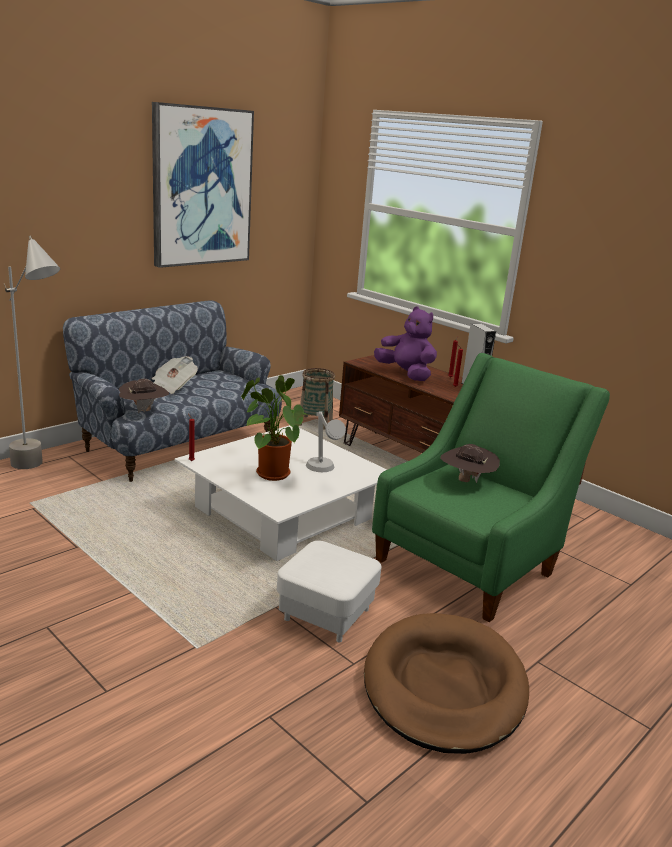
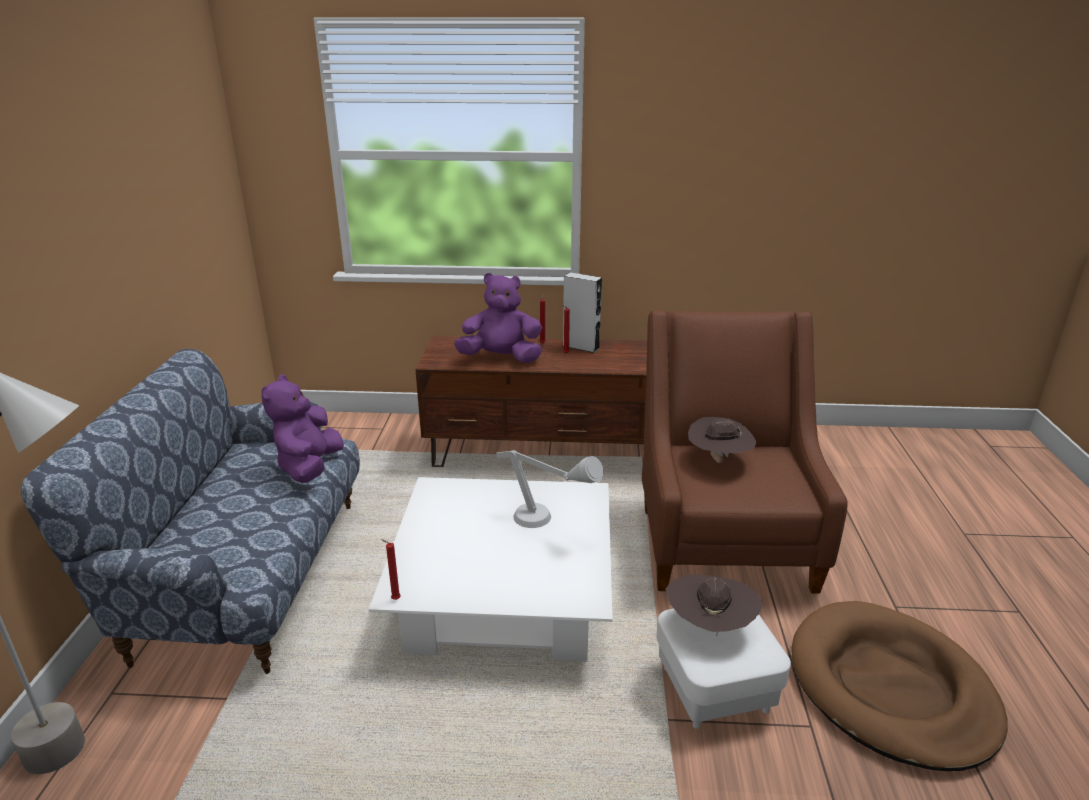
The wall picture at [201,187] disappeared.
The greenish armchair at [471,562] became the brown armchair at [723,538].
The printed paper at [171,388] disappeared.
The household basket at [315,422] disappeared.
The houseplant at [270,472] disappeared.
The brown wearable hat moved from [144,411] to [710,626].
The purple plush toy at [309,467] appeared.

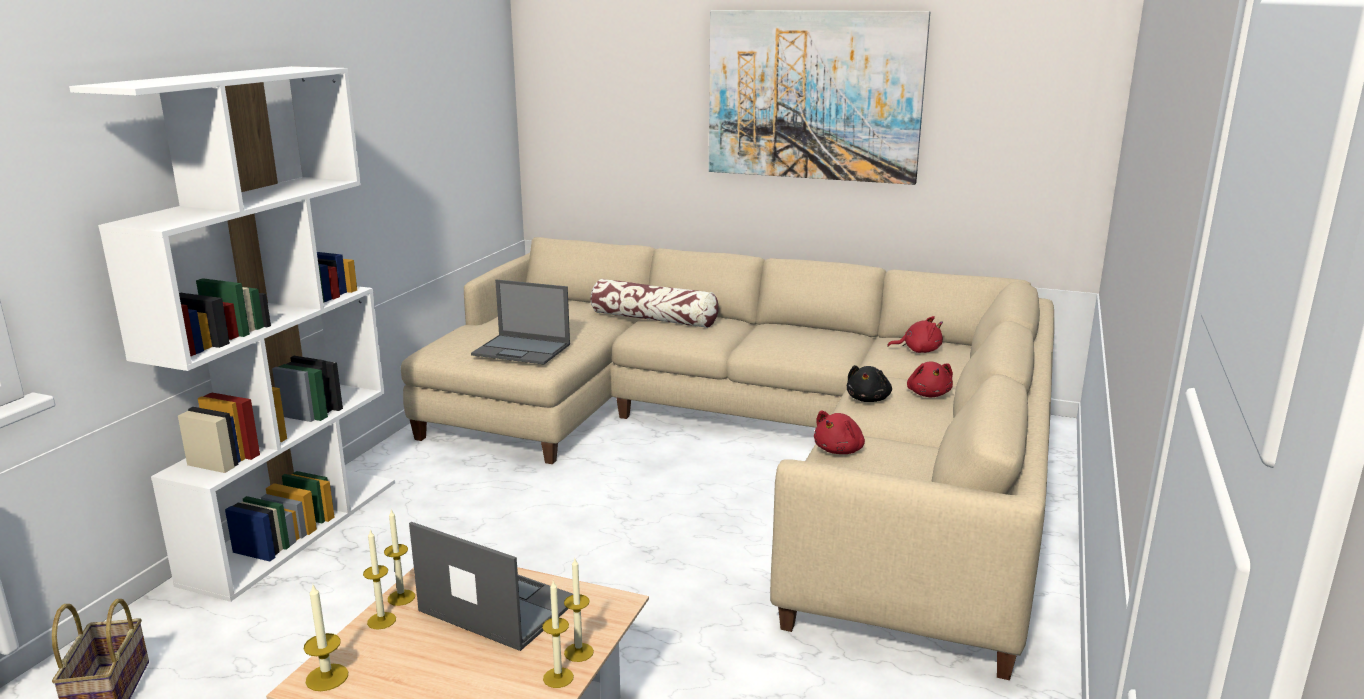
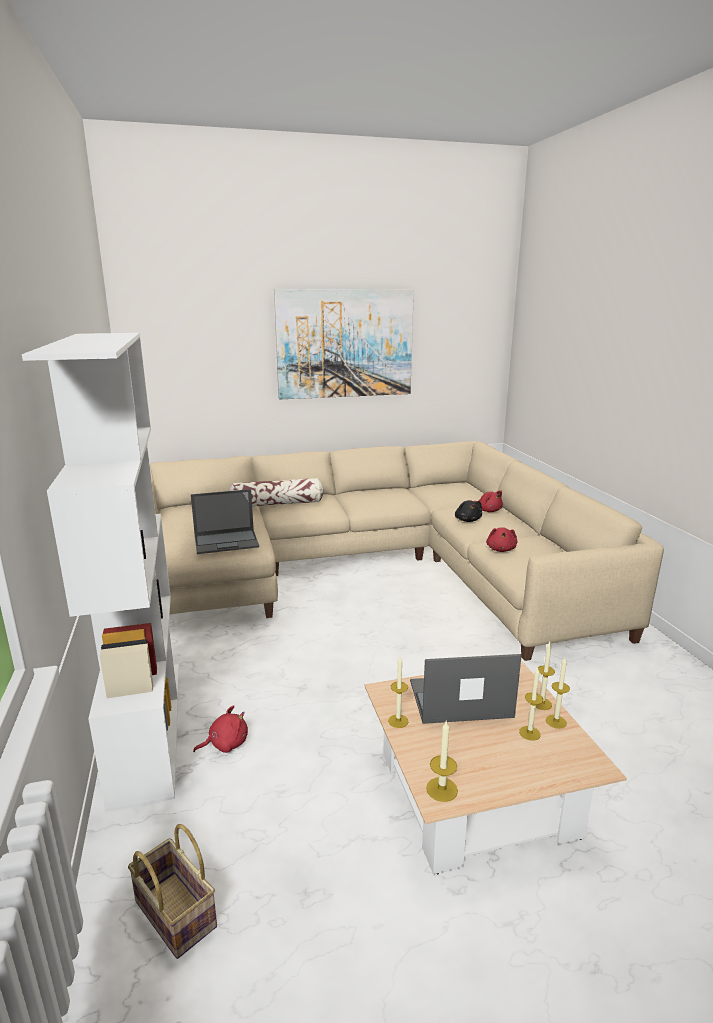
The red-coloured plush toy moved from [918,350] to [225,744].
The wax candle moved from [381,620] to [529,733].

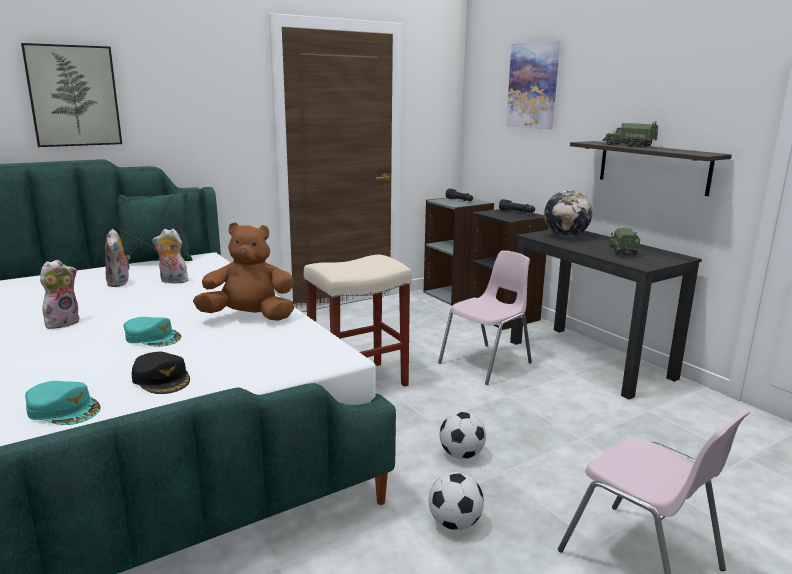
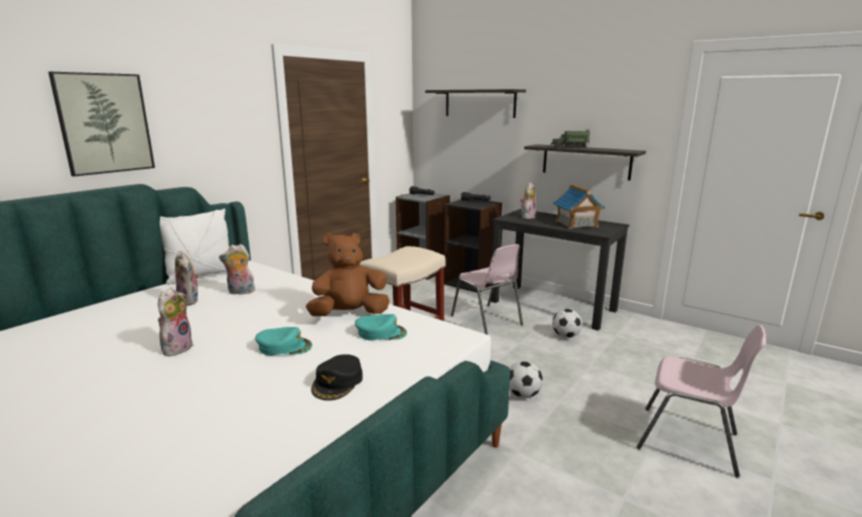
The wall picture at [533,85] was replaced by the shelf at [479,103].
The world globe at [565,236] was replaced by the plush toy at [527,217].
The greenish pillow at [155,261] became the white-coloured pillow at [201,275].
The toy truck at [622,251] was replaced by the toy house at [576,224].
The pink plain chair at [487,363] turned 120 degrees clockwise.
The black-coloured cap at [162,379] turned 75 degrees clockwise.
The turquoise cap moved from [64,409] to [381,332].
The football moved from [455,523] to [566,336].

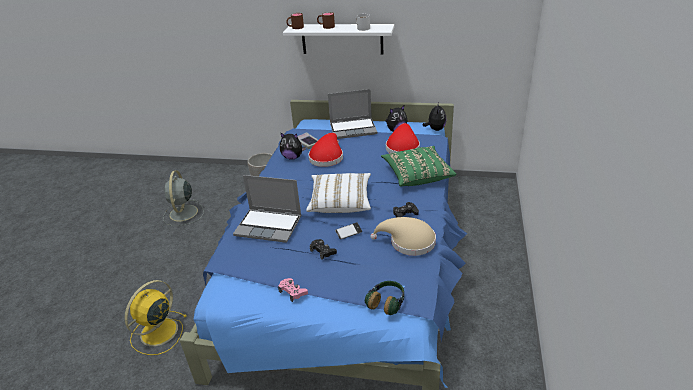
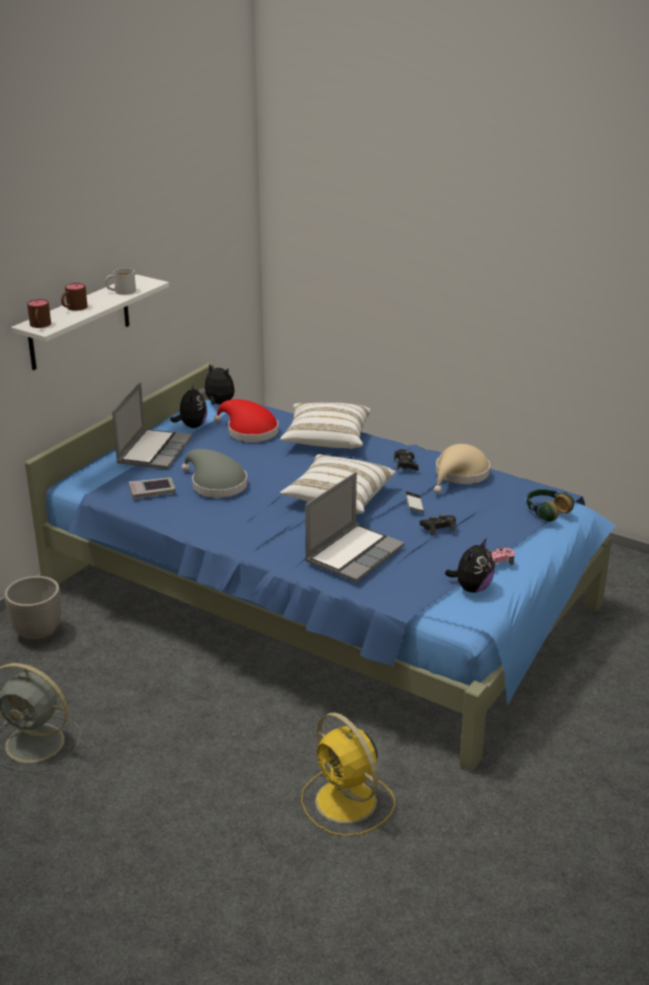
The plush toy moved from [292,157] to [471,588].
The red-coloured wearable hat at [327,157] became the grey wearable hat at [215,484].
The greenish pillow at [417,175] became the white-coloured pillow at [326,439].

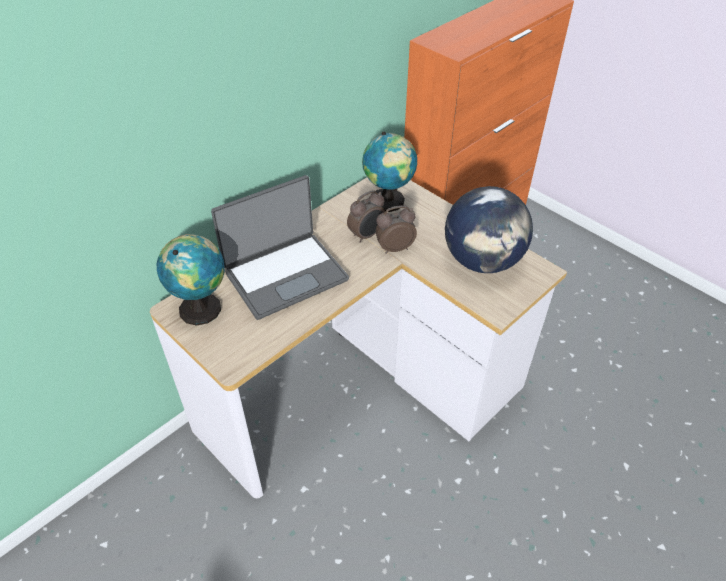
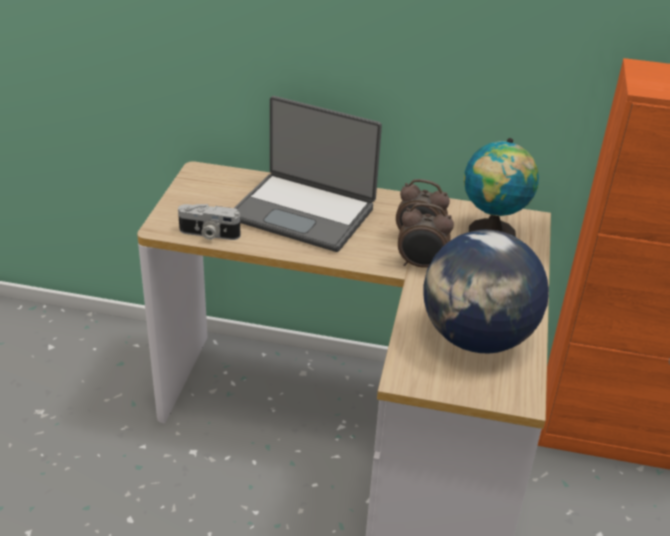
The table clock at [394,248] turned 150 degrees clockwise.
The world globe at [202,307] disappeared.
The photo camera at [208,234] appeared.

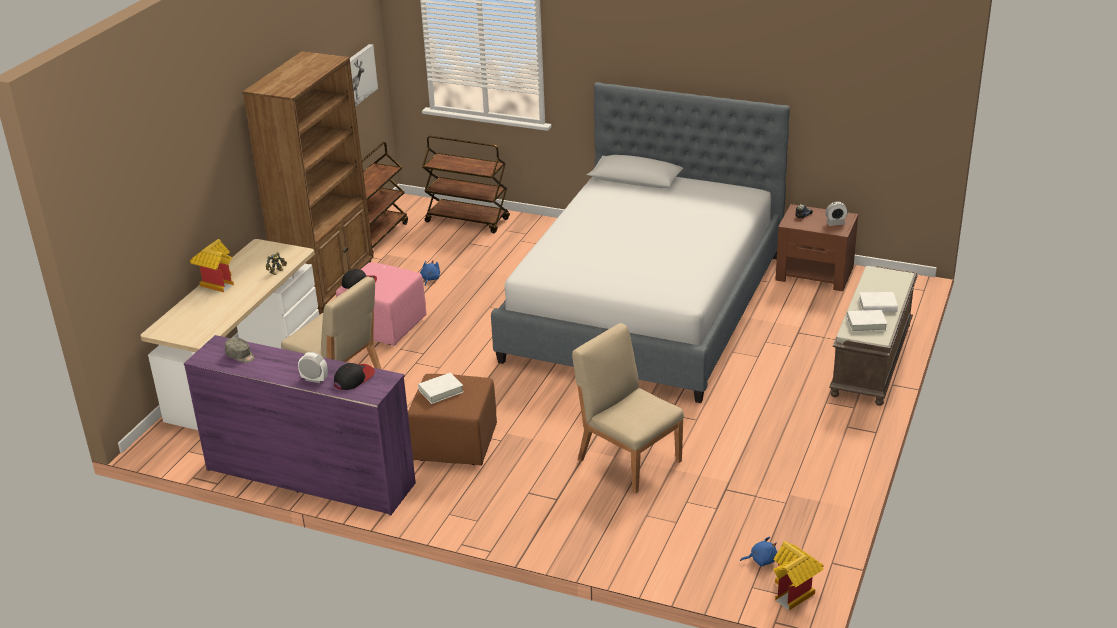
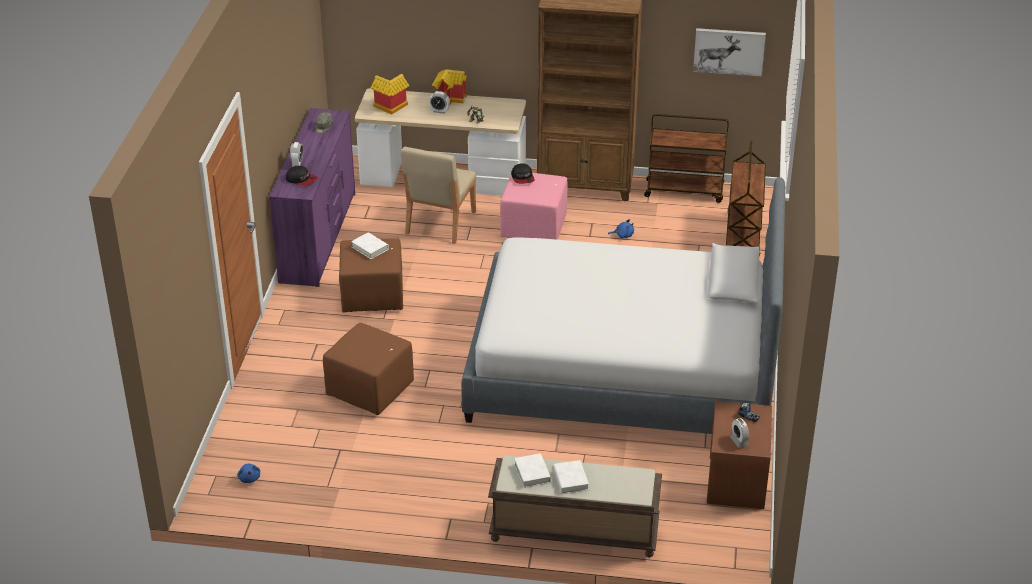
The beige plain chair at [628,459] was replaced by the brown footrest at [371,390].
The toy house moved from [795,593] to [390,107].
The table clock at [439,111] appeared.

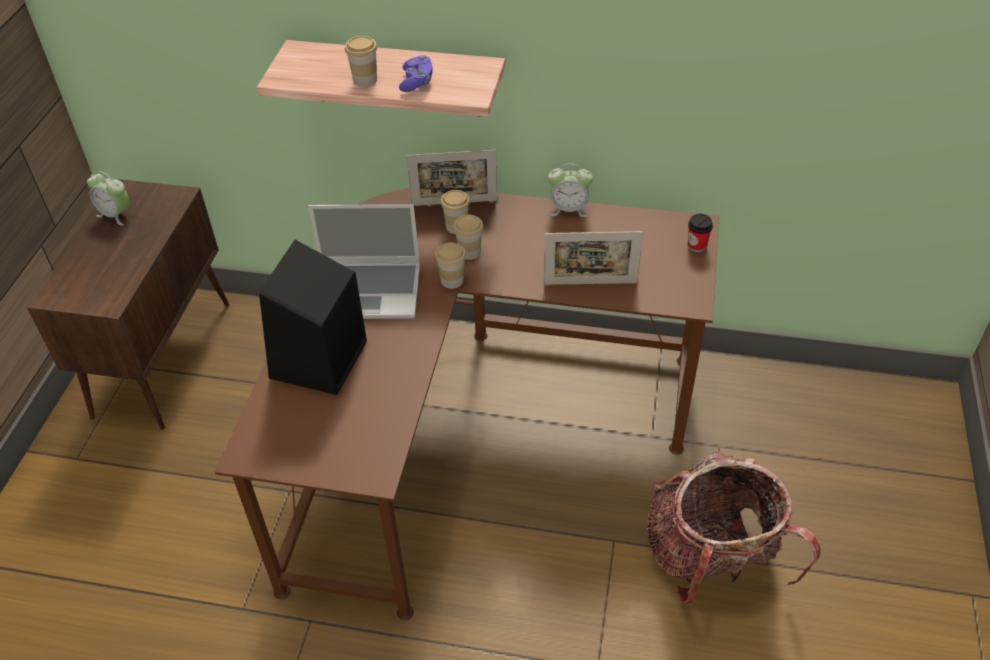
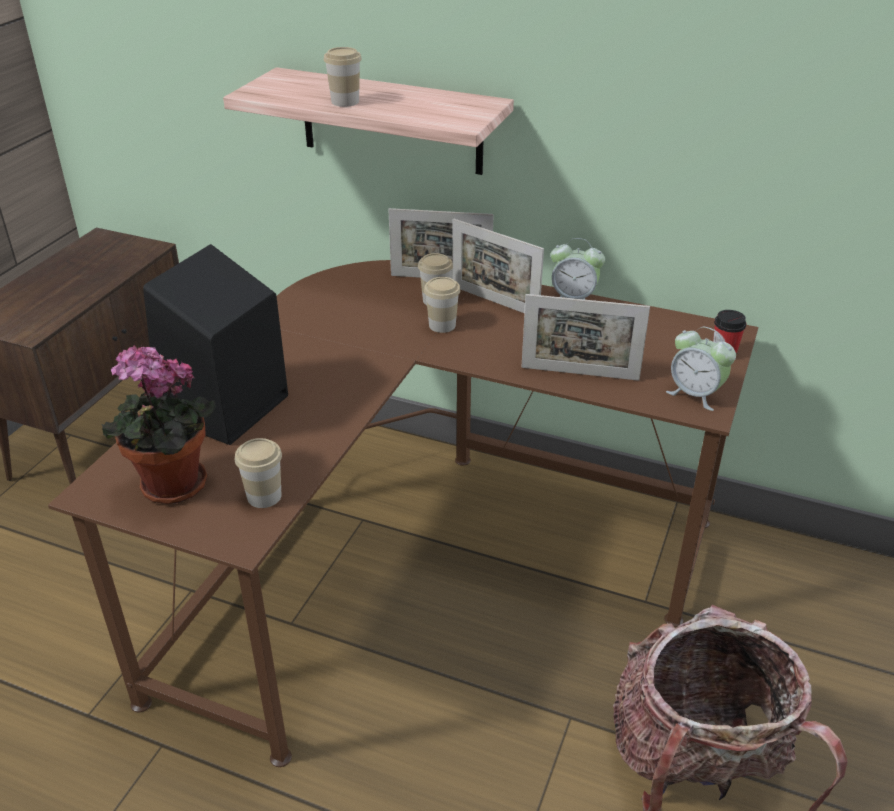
The purple game controller at [417,82] disappeared.
The table clock moved from [116,215] to [695,394].
The portable computer at [368,291] disappeared.
The small cup moved from [452,280] to [264,496].
The photo frame at [494,301] appeared.
The houseplant at [171,489] appeared.

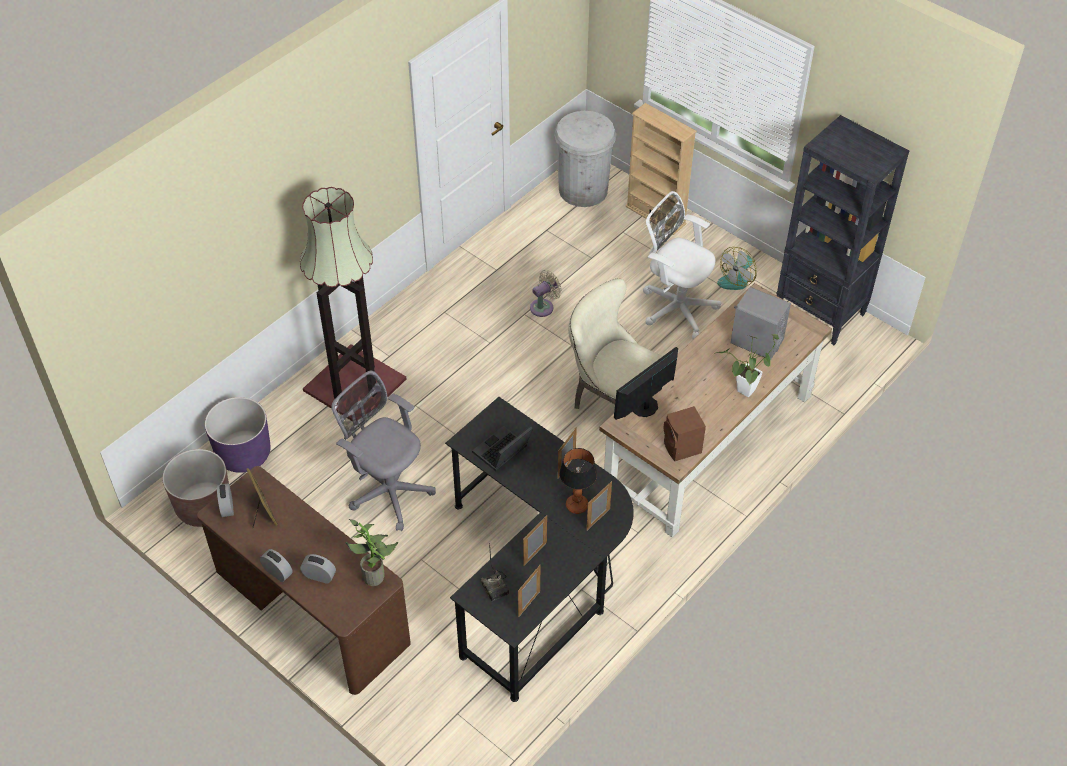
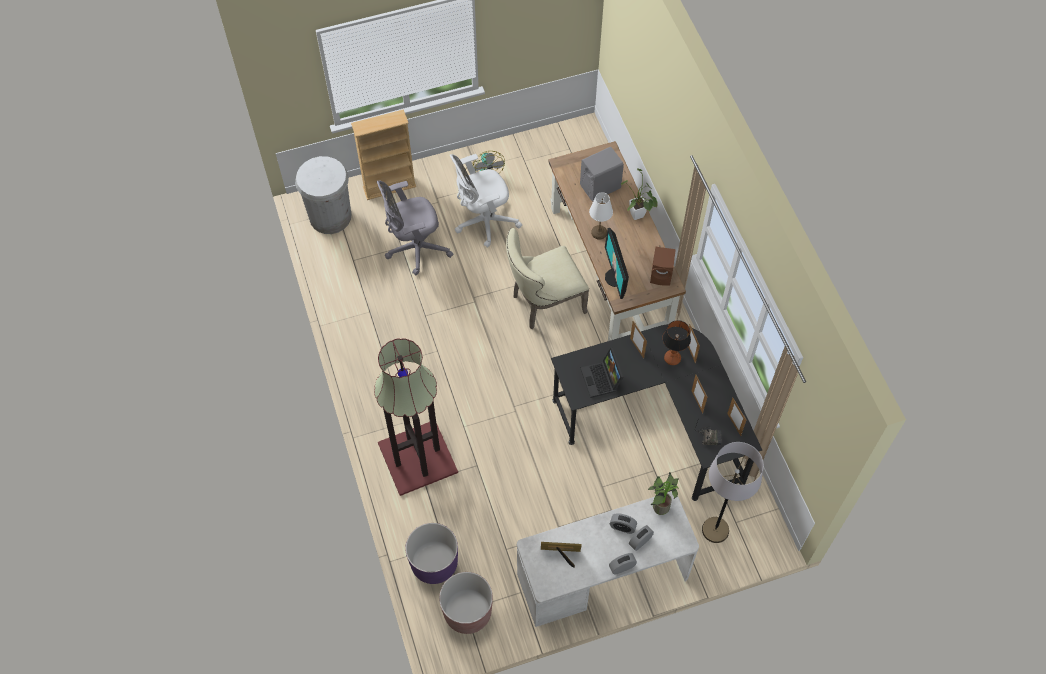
The black-coloured bookcase at [820,313] disappeared.
The beige fan at [544,307] disappeared.
The grey office chair moved from [388,490] to [415,249].
The brown desk unit at [311,609] became the white-coloured desk unit at [603,576].
The table clock moved from [227,507] to [622,527].
The white-coloured table lamp at [599,233] appeared.
The grey standing lamp at [715,530] appeared.

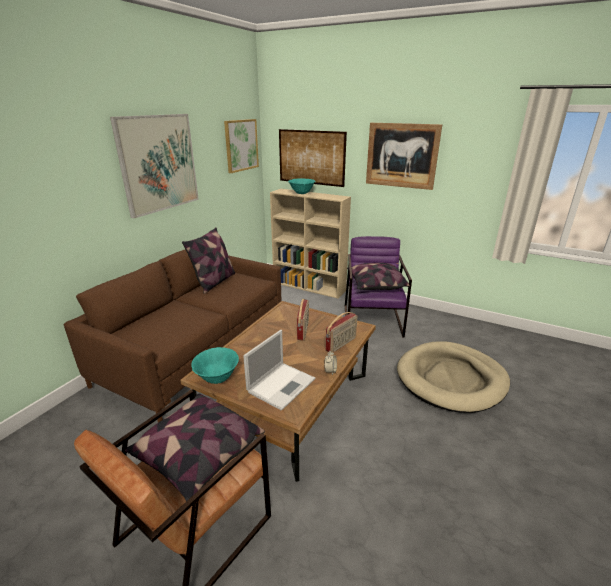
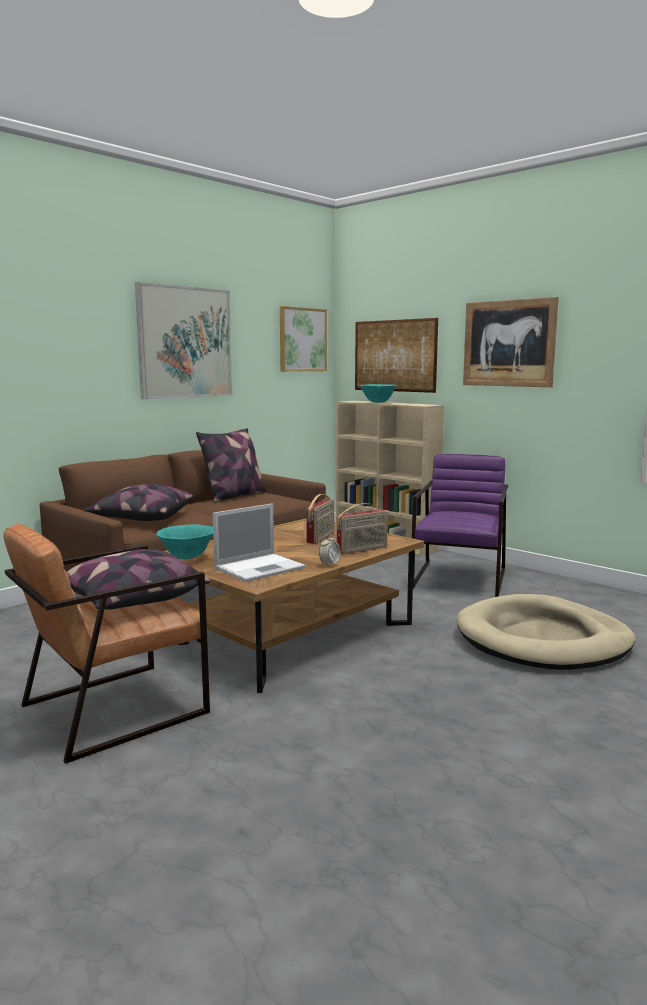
The pillow moved from [375,285] to [141,518].

